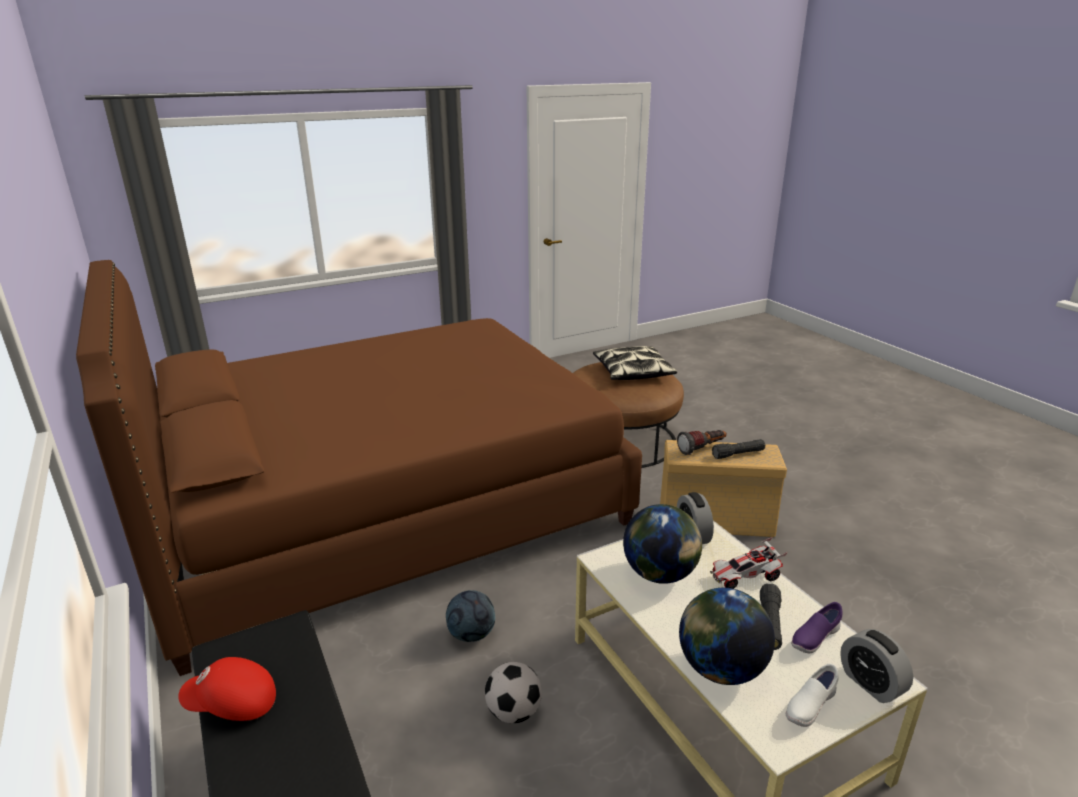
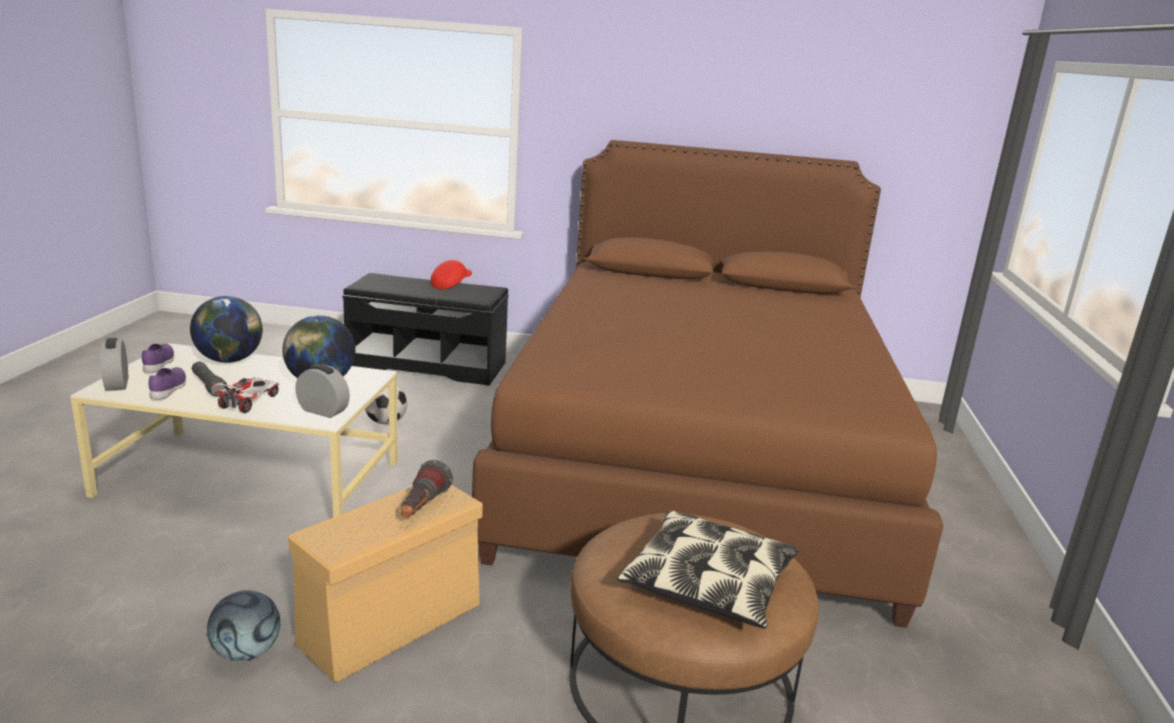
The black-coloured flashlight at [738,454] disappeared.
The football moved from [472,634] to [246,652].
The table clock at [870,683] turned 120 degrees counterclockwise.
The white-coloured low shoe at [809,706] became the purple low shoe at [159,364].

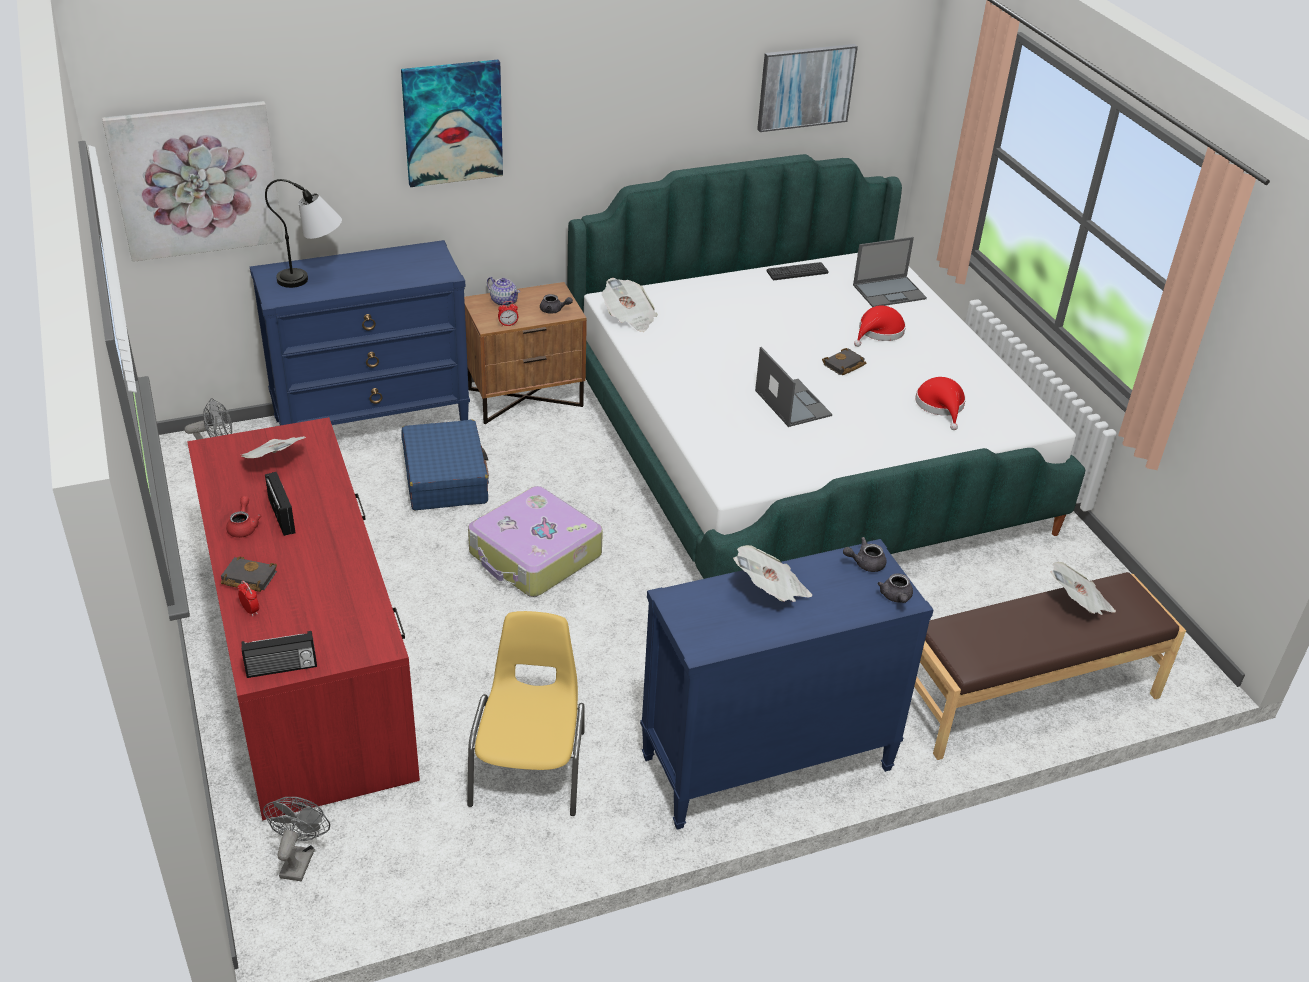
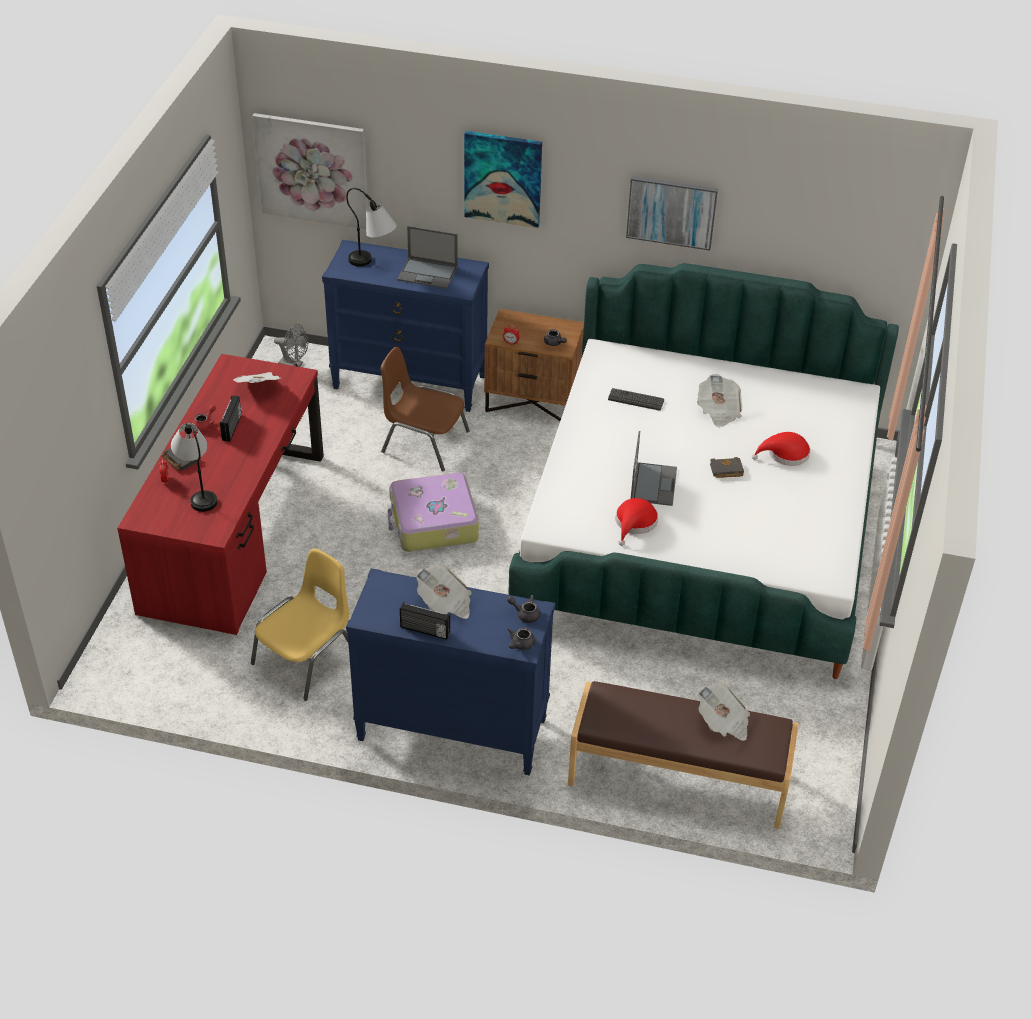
The wall picture moved from [805,87] to [671,212].
The portable computer moved from [890,292] to [428,273].
The keyboard moved from [797,272] to [636,400].
The pot for tea at [503,301] disappeared.
The printed paper moved from [629,318] to [718,411].
The red-coloured wearable hat moved from [941,406] to [635,523].
The blue suitcase at [445,478] was replaced by the brown plain chair at [424,442].
The radio receiver moved from [281,668] to [425,630].
The grey fan at [299,858] disappeared.
The table lamp at [199,490] appeared.

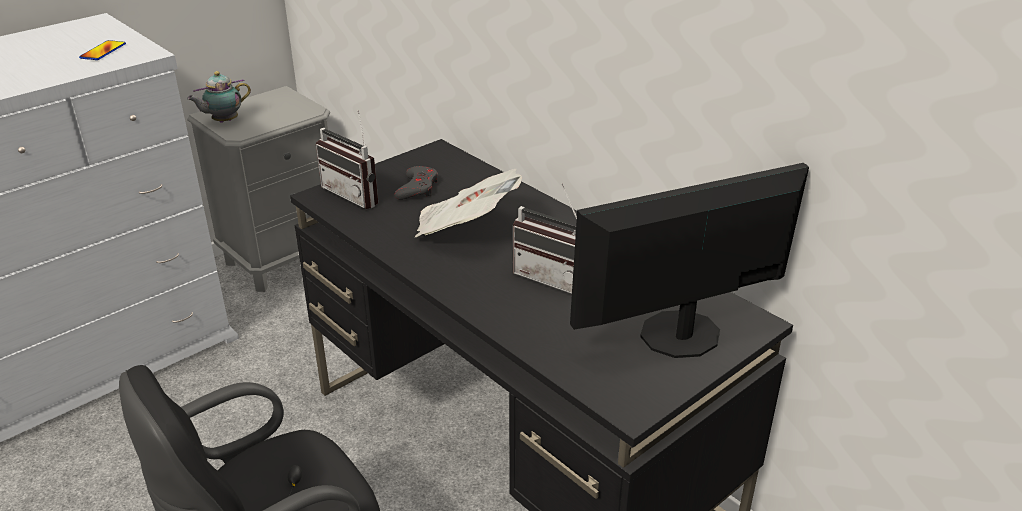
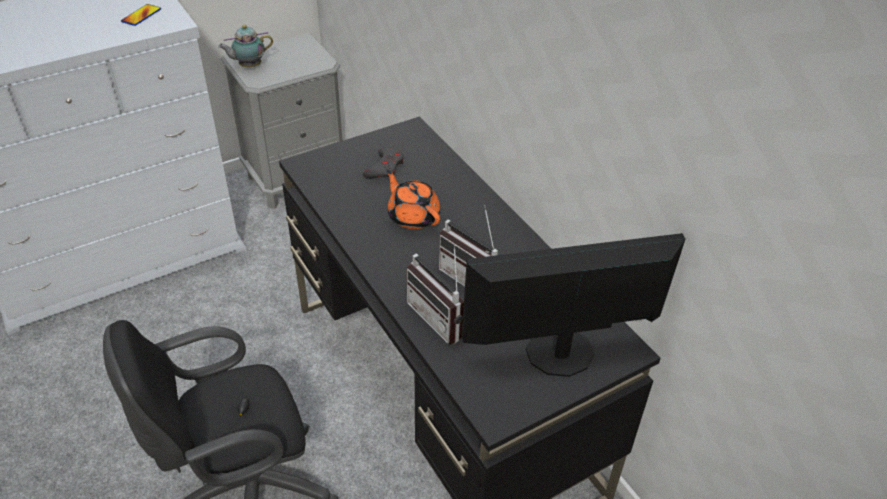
The radio receiver moved from [357,194] to [442,317].
The printed paper at [465,228] was replaced by the orange-coloured pot for tea at [413,216].

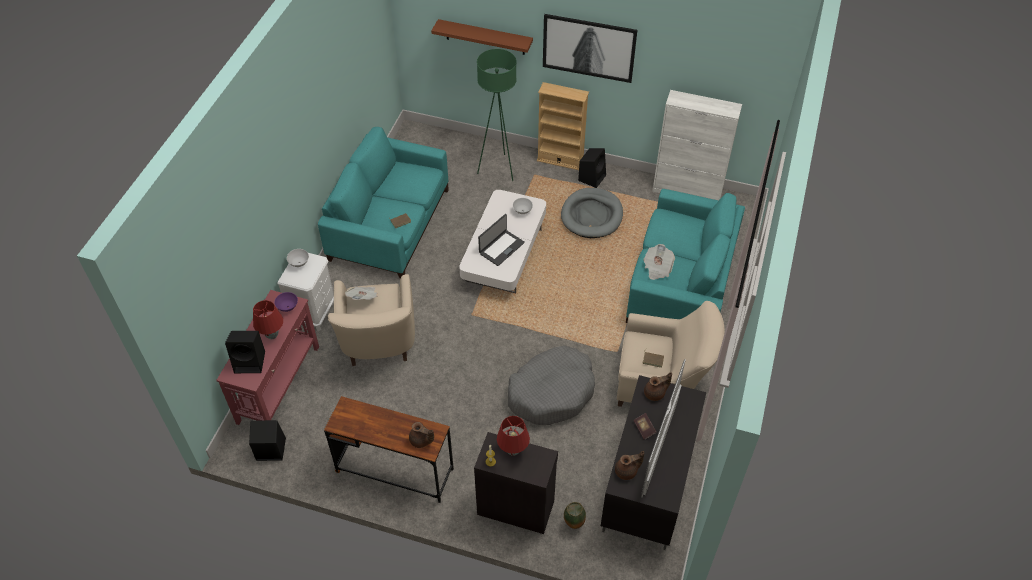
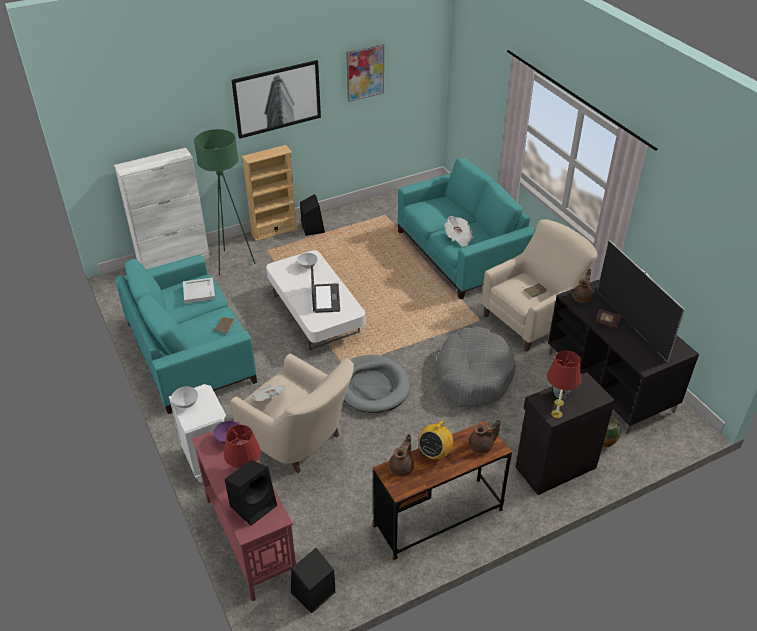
The brown shelf at [485,37] disappeared.
The white-coloured cabinet moved from [687,191] to [174,261].
The grey dog cushion moved from [592,215] to [372,386].
The brown pot for tea moved from [627,471] to [402,467].
The wall picture at [365,72] appeared.
The white-coloured tray at [199,292] appeared.
The radio receiver at [434,453] appeared.

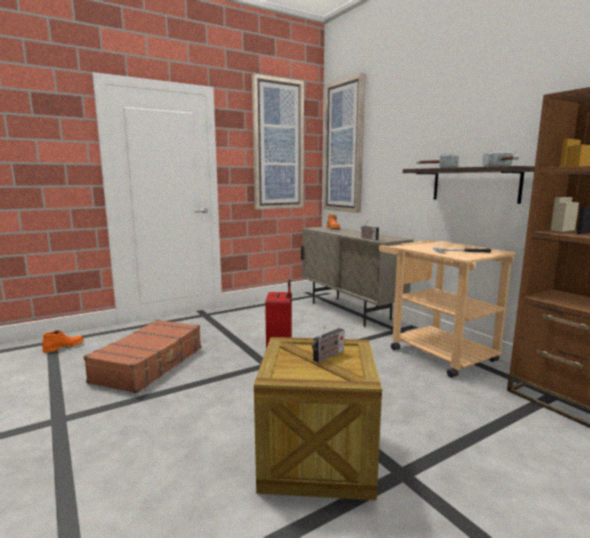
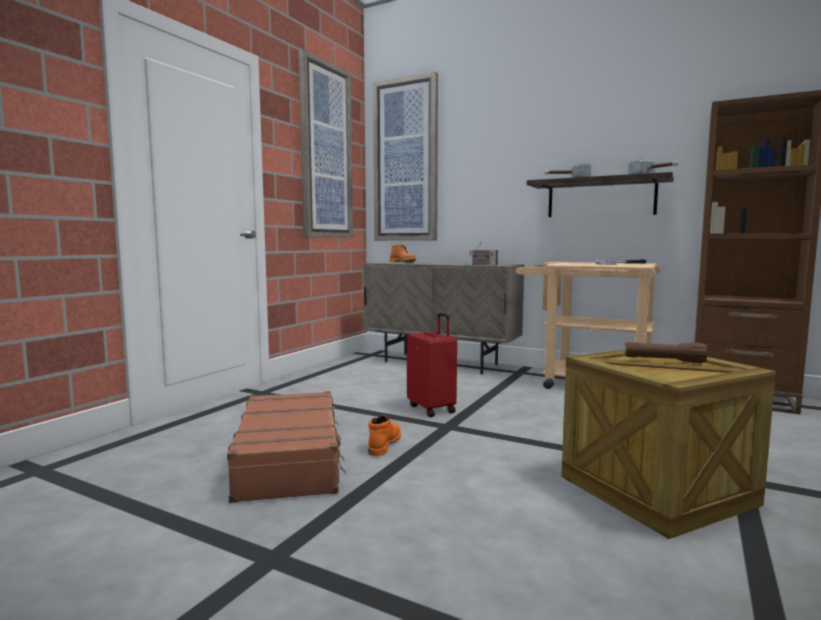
The radio receiver at [328,356] was replaced by the brown flashlight at [663,361].
The orange-coloured tall boot moved from [64,347] to [383,444].

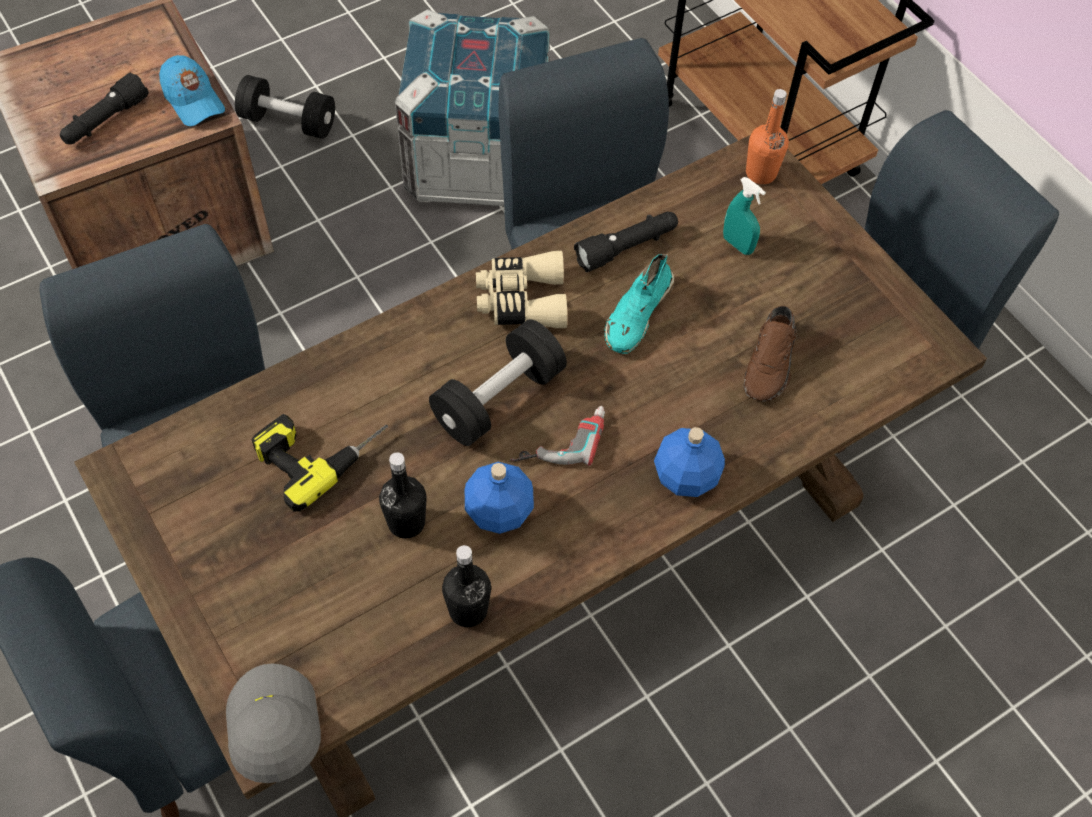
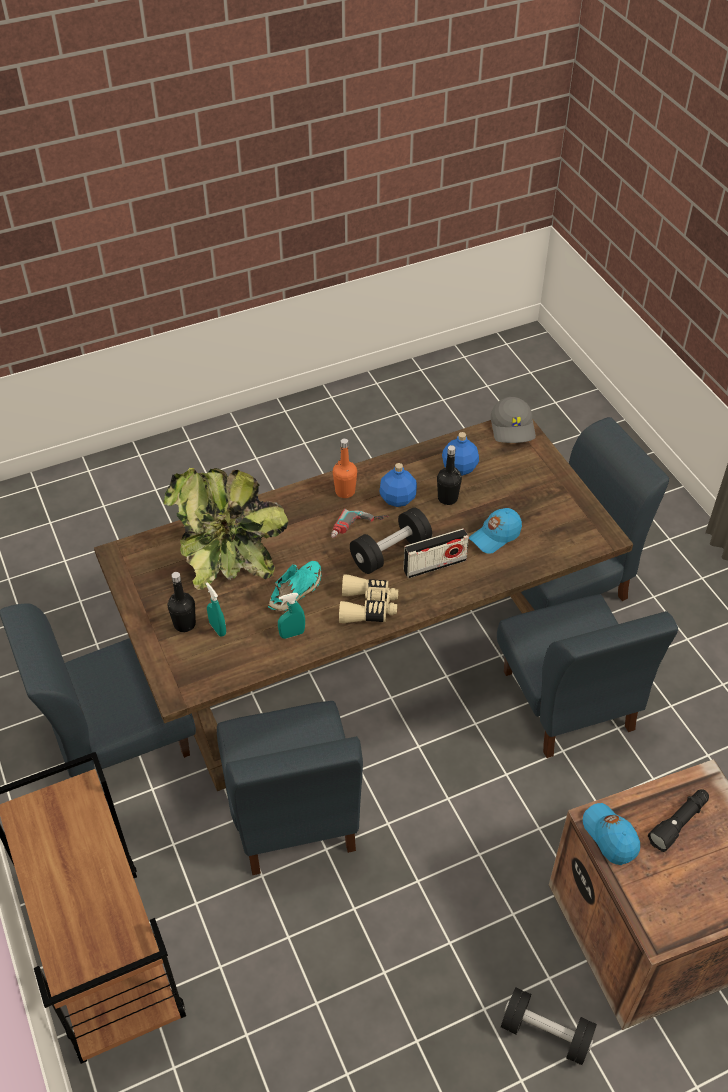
The packing crate at [477,161] disappeared.
The orange-coloured drink bottle moved from [761,173] to [345,491].
The black-coloured flashlight at [627,247] was replaced by the turquoise spray bottle at [292,634].
The brown low shoe at [771,363] was replaced by the houseplant at [224,555].
The power drill at [319,449] was replaced by the blue cap at [495,536].
The blue drink bottle moved from [686,477] to [459,467].
The black-coloured drink bottle moved from [468,610] to [184,624].
The radio receiver at [435,565] appeared.

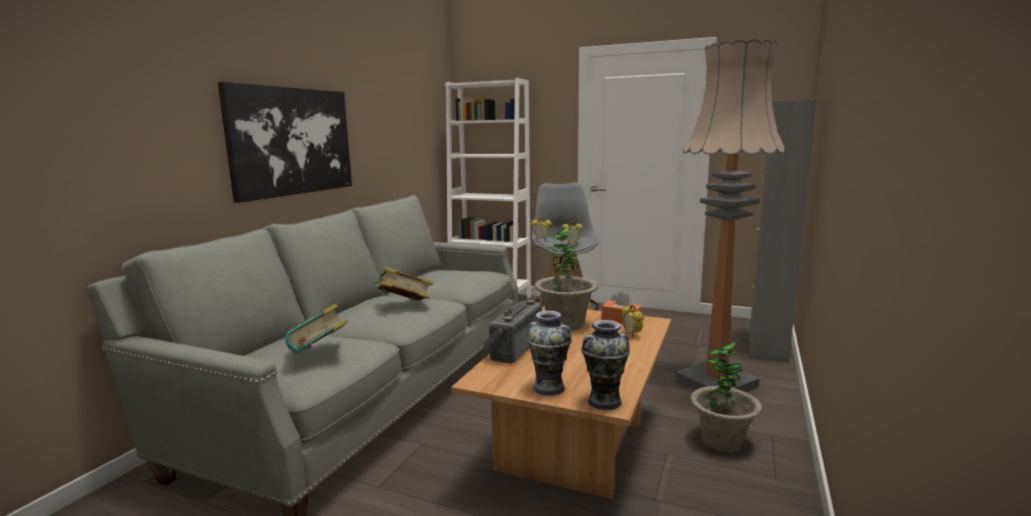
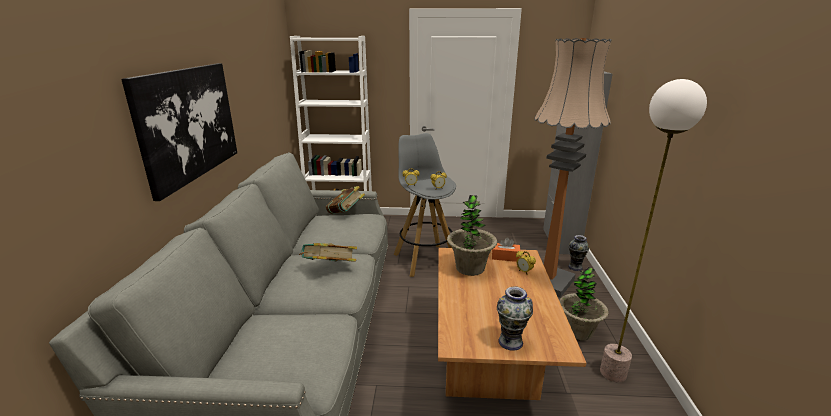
The radio receiver at [513,347] disappeared.
The bound book moved from [319,356] to [346,214].
The flower vase moved from [604,402] to [575,267].
The standing lamp at [613,372] appeared.

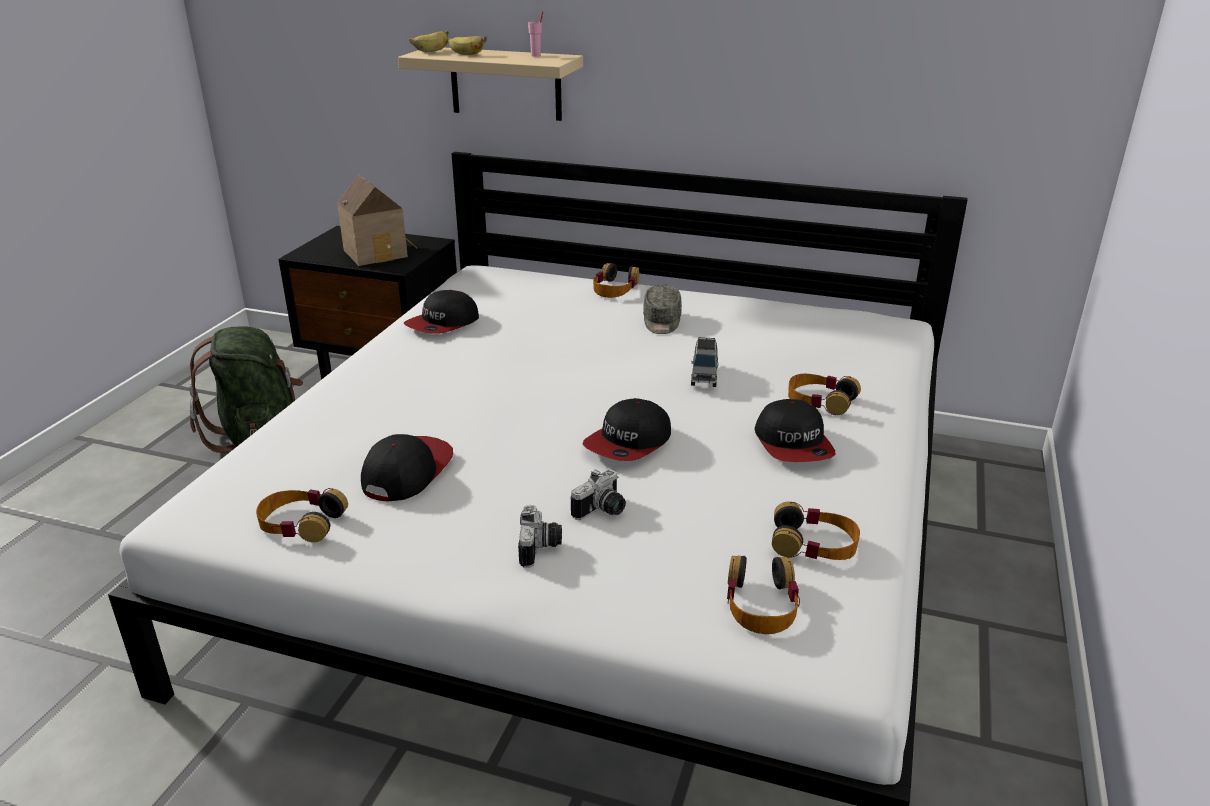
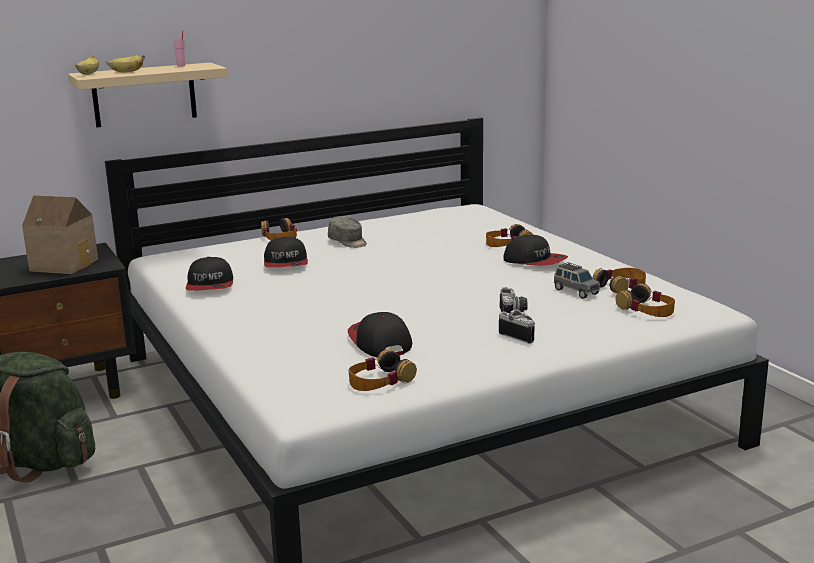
The grey model car moved from [704,375] to [575,291].
The cap moved from [629,442] to [286,263].

